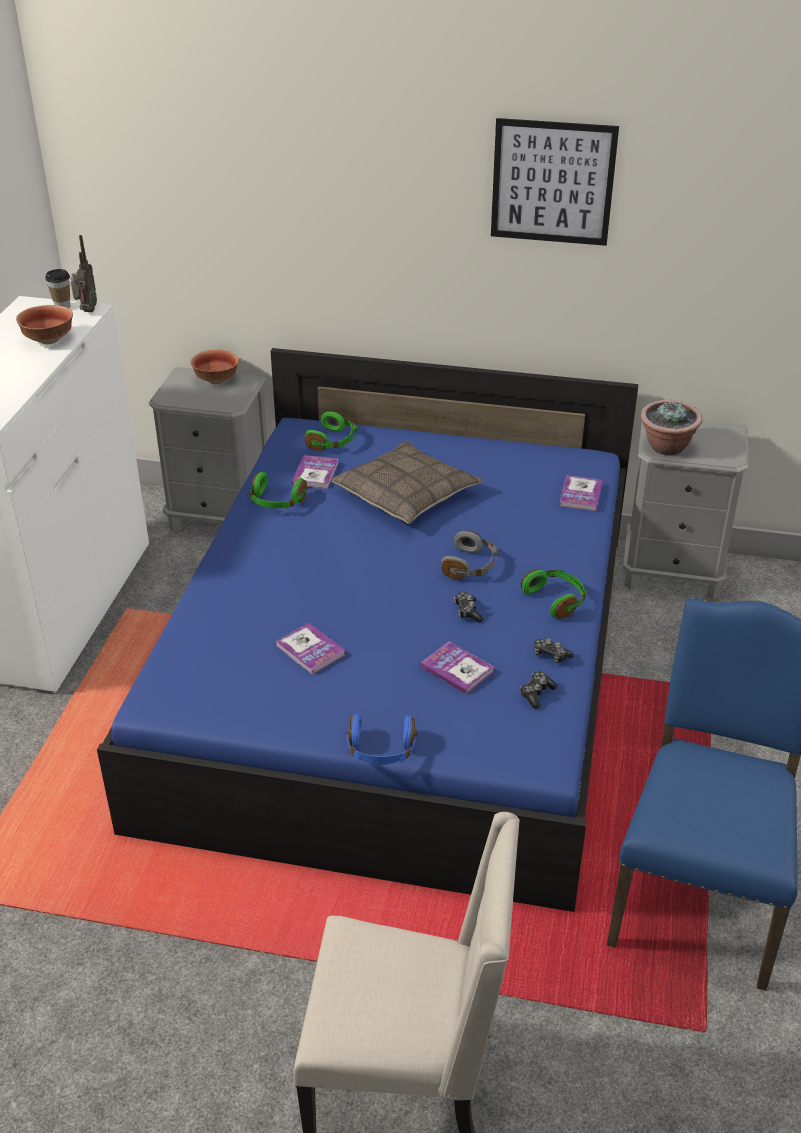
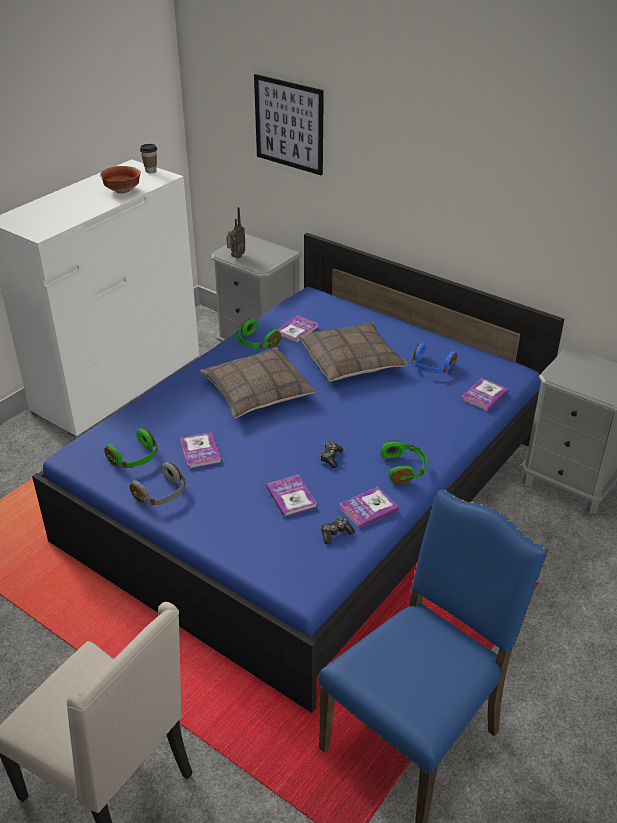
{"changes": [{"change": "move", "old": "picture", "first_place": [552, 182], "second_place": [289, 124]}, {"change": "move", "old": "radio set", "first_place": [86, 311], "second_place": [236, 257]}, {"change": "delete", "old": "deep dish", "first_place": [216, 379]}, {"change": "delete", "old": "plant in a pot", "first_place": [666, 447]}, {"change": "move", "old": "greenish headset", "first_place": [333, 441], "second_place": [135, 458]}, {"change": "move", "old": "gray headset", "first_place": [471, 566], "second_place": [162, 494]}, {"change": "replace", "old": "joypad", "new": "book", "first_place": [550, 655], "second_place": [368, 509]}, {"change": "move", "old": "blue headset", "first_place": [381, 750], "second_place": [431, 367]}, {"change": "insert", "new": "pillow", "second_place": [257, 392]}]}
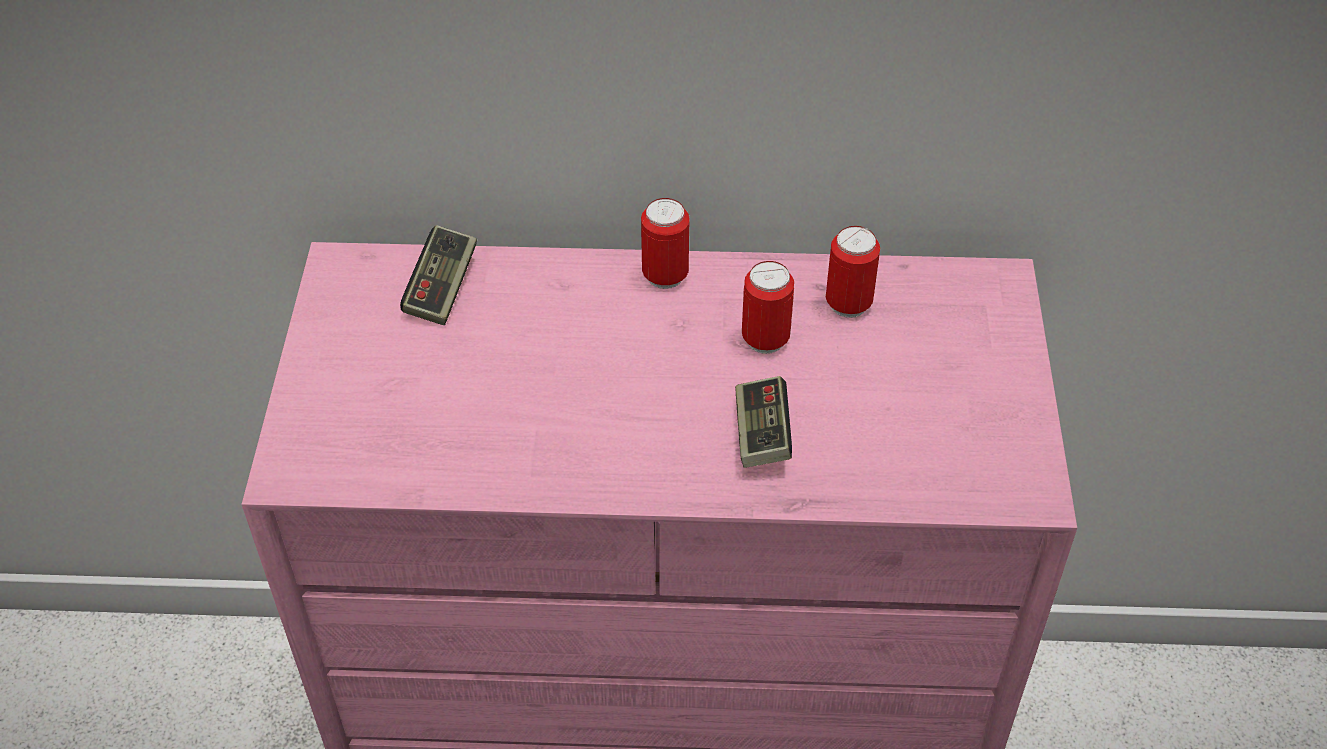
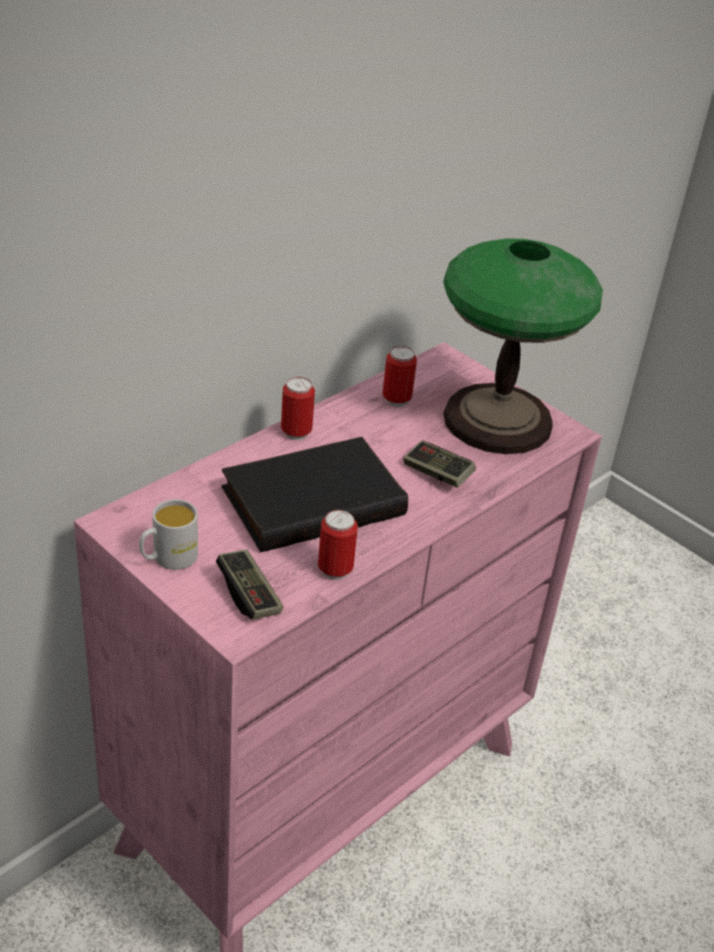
{"changes": [{"change": "move", "old": "joypad", "first_place": [442, 288], "second_place": [249, 594]}, {"change": "move", "old": "can", "first_place": [765, 339], "second_place": [335, 570]}, {"change": "insert", "new": "lamp for a table", "second_place": [496, 420]}, {"change": "insert", "new": "black-coloured book", "second_place": [312, 499]}, {"change": "insert", "new": "white coffee mug", "second_place": [168, 558]}]}
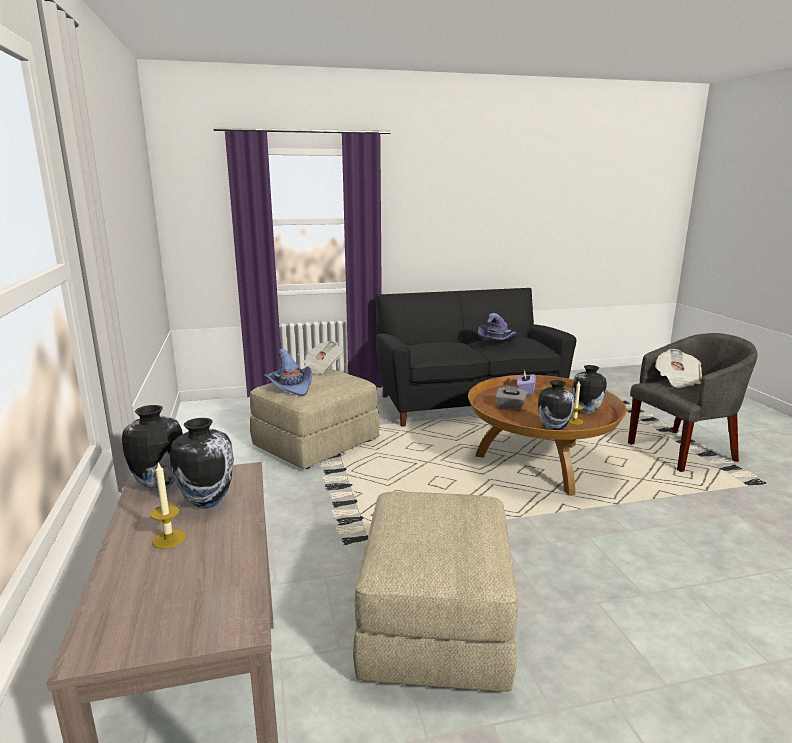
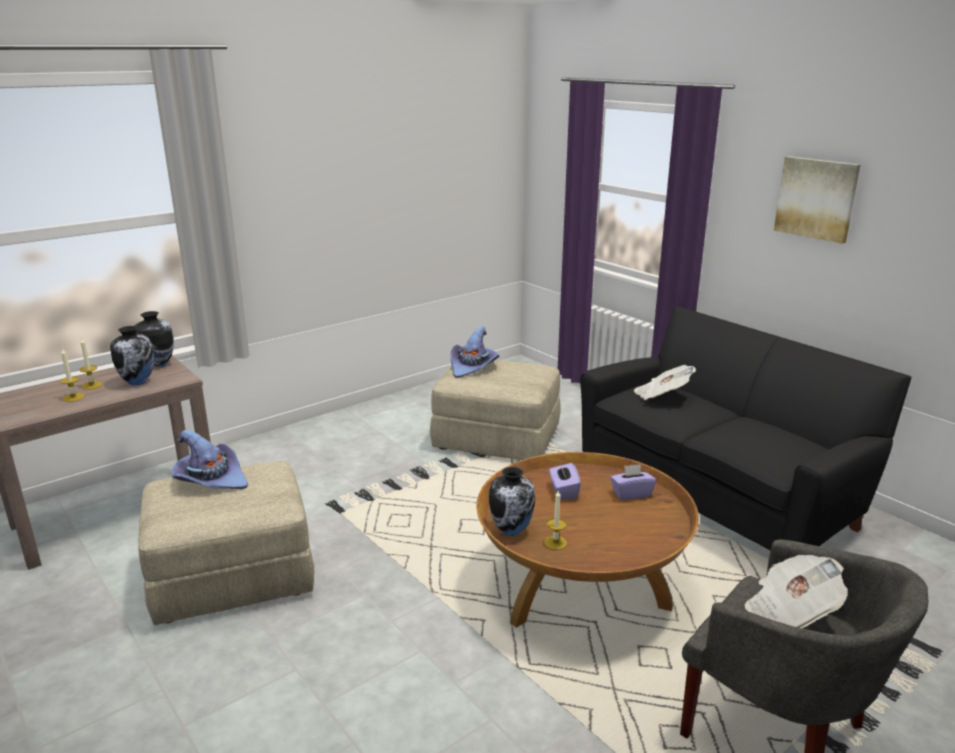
{"changes": [{"change": "move", "old": "purple-coloured wearable hat", "first_place": [498, 341], "second_place": [210, 479]}, {"change": "move", "old": "newspaper", "first_place": [320, 369], "second_place": [662, 396]}, {"change": "delete", "old": "flower vase", "first_place": [586, 411]}, {"change": "recolor", "old": "gray box of tissues", "new": "purple-coloured box of tissues", "first_place": [510, 406], "second_place": [563, 491]}, {"change": "insert", "new": "picture", "second_place": [816, 198]}, {"change": "insert", "new": "wax candle", "second_place": [73, 397]}]}
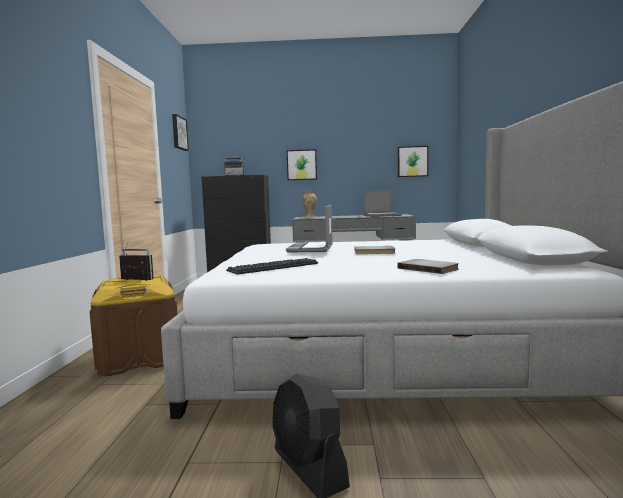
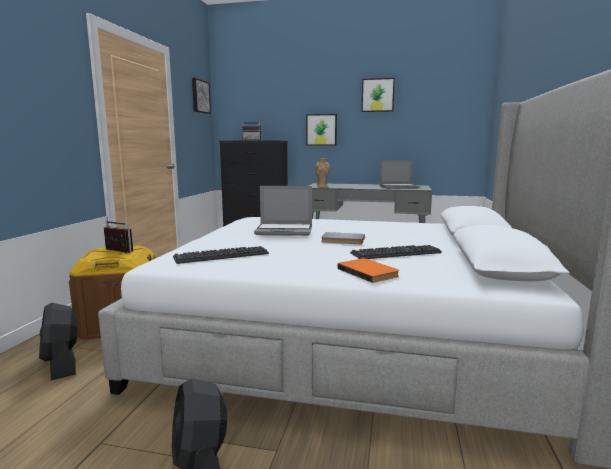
{"changes": [{"change": "move", "old": "picture", "first_place": [412, 161], "second_place": [378, 95]}, {"change": "rotate", "old": "notebook computer", "first_place": [311, 249], "second_place": [285, 231], "degrees": -105}, {"change": "recolor", "old": "gray book", "new": "orangey book", "first_place": [429, 268], "second_place": [369, 272]}, {"change": "insert", "new": "computer keyboard", "second_place": [395, 253]}, {"change": "insert", "new": "black-coloured electric fan", "second_place": [62, 364]}]}
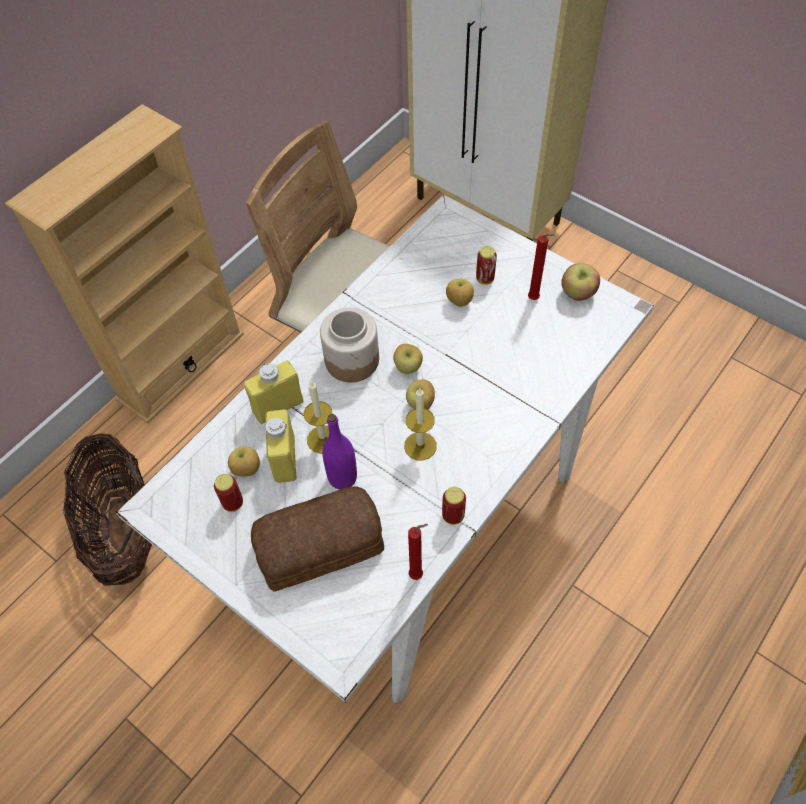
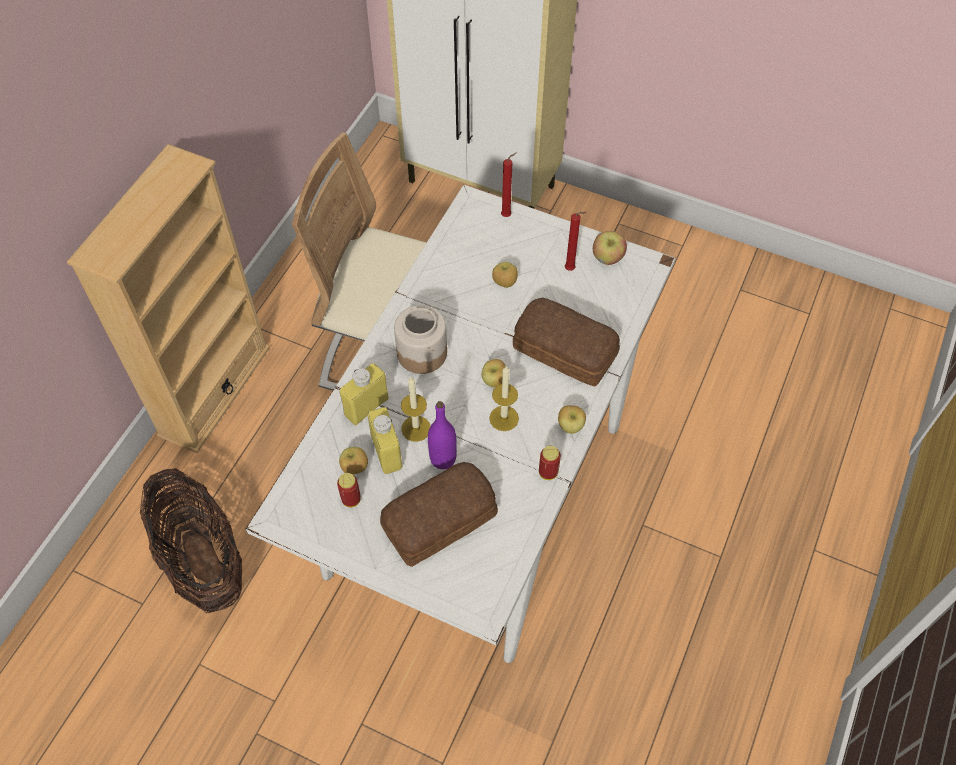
{"changes": [{"change": "delete", "old": "can", "first_place": [485, 279]}, {"change": "move", "old": "whole apple", "first_place": [408, 367], "second_place": [570, 426]}, {"change": "move", "old": "red wax candle", "first_place": [418, 574], "second_place": [507, 215]}, {"change": "insert", "new": "bakery bread", "second_place": [565, 352]}]}
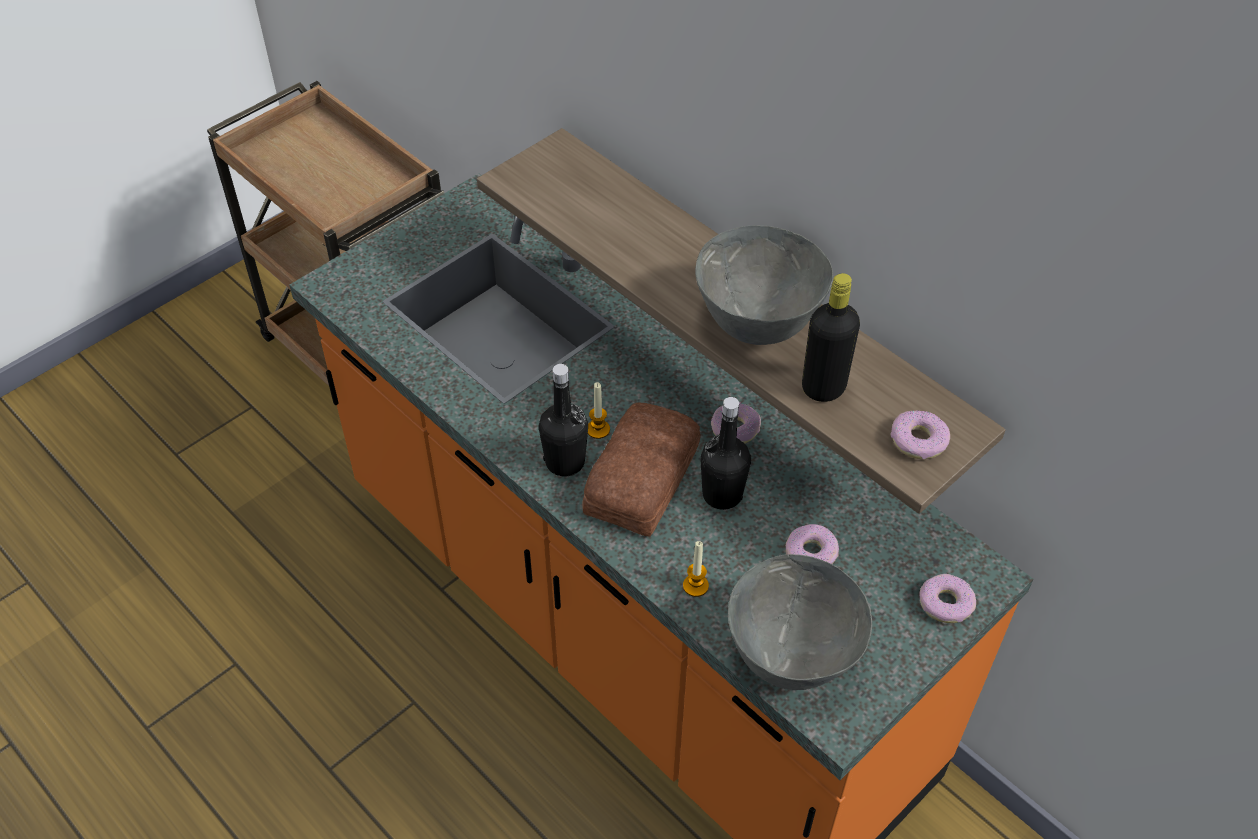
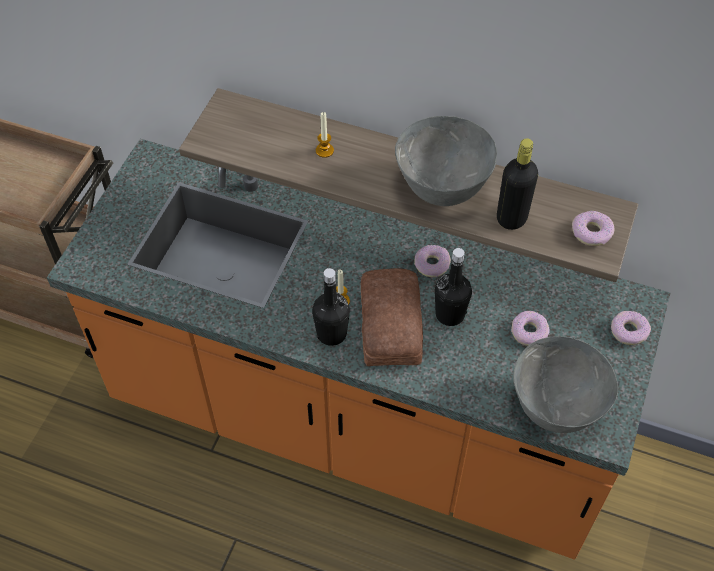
{"changes": [{"change": "move", "old": "wax candle", "first_place": [695, 586], "second_place": [324, 150]}]}
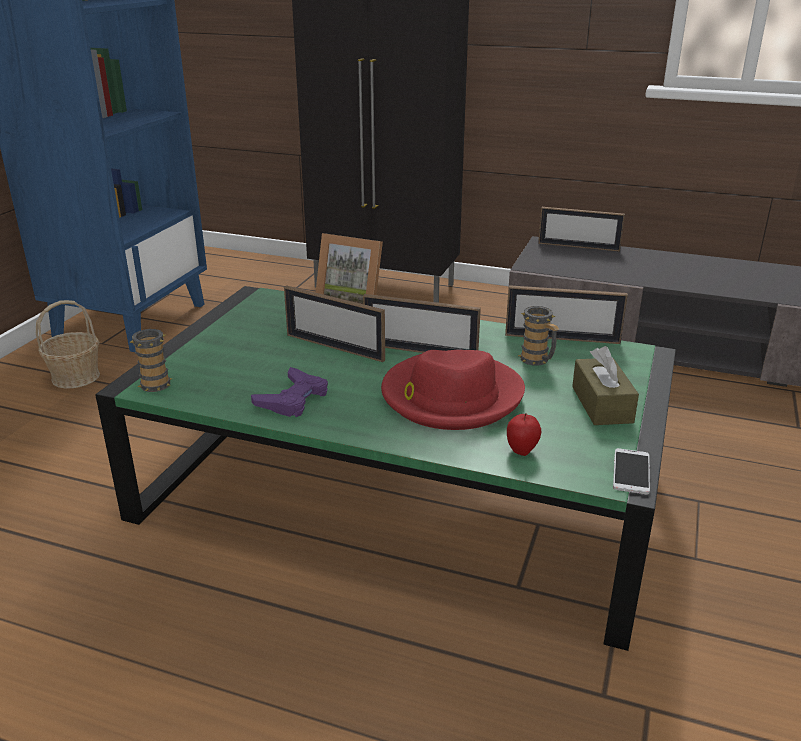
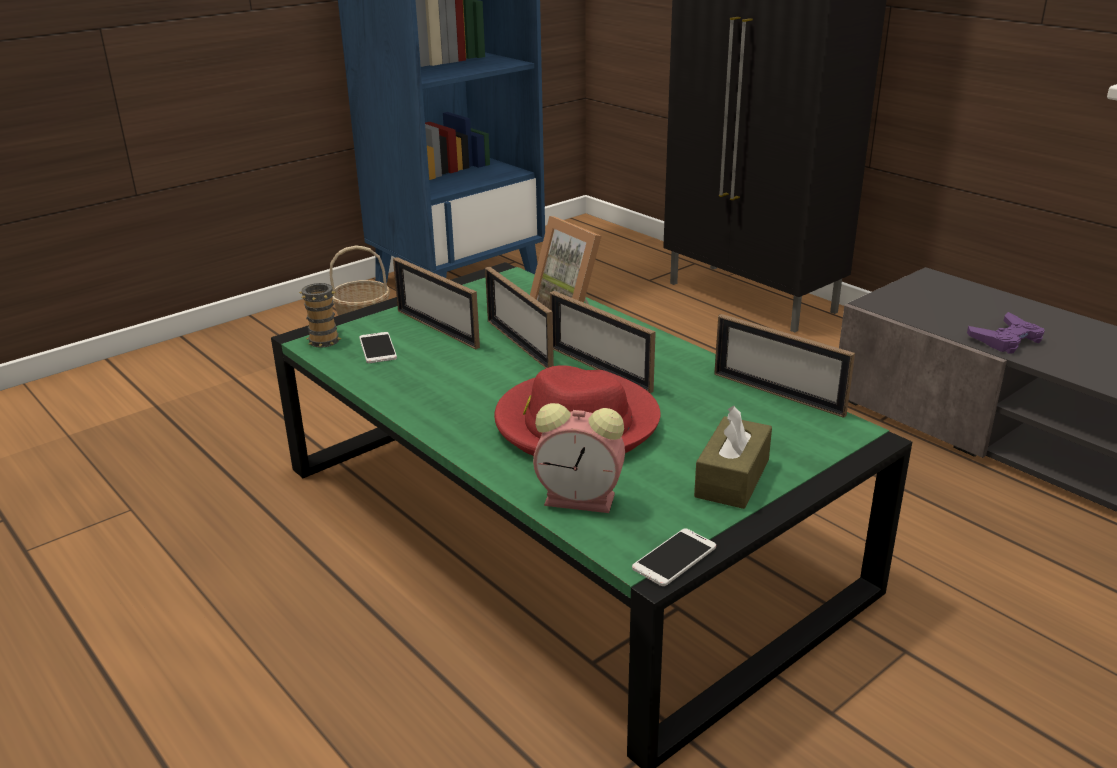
{"changes": [{"change": "move", "old": "standing frame", "first_place": [578, 246], "second_place": [437, 328]}, {"change": "delete", "old": "coffee mug", "first_place": [538, 361]}, {"change": "move", "old": "purple-coloured joypad", "first_place": [293, 399], "second_place": [1006, 339]}, {"change": "replace", "old": "whole apple", "new": "table clock", "first_place": [522, 450], "second_place": [582, 499]}, {"change": "insert", "new": "phone", "second_place": [377, 348]}]}
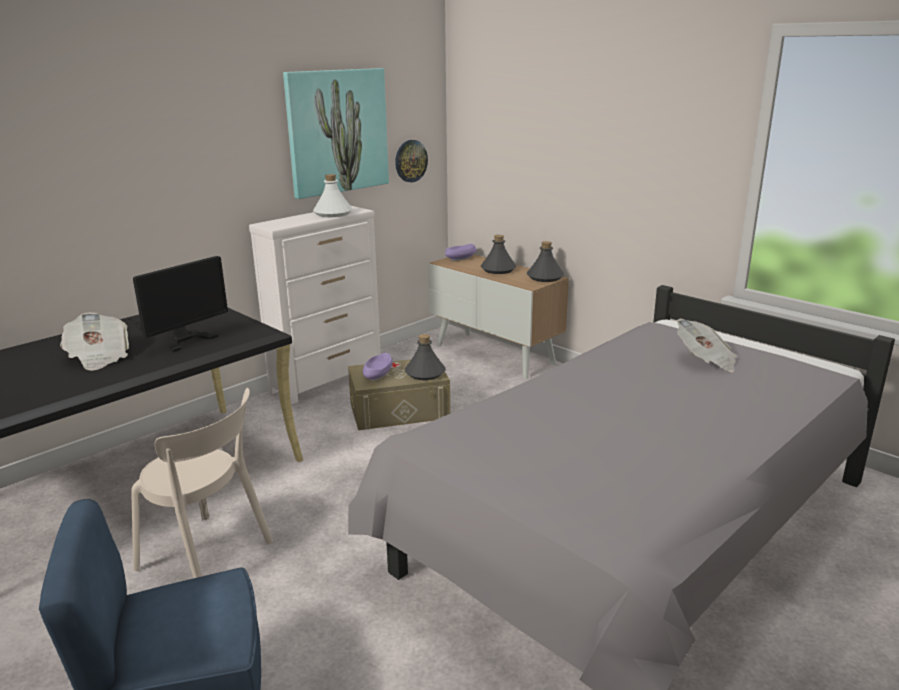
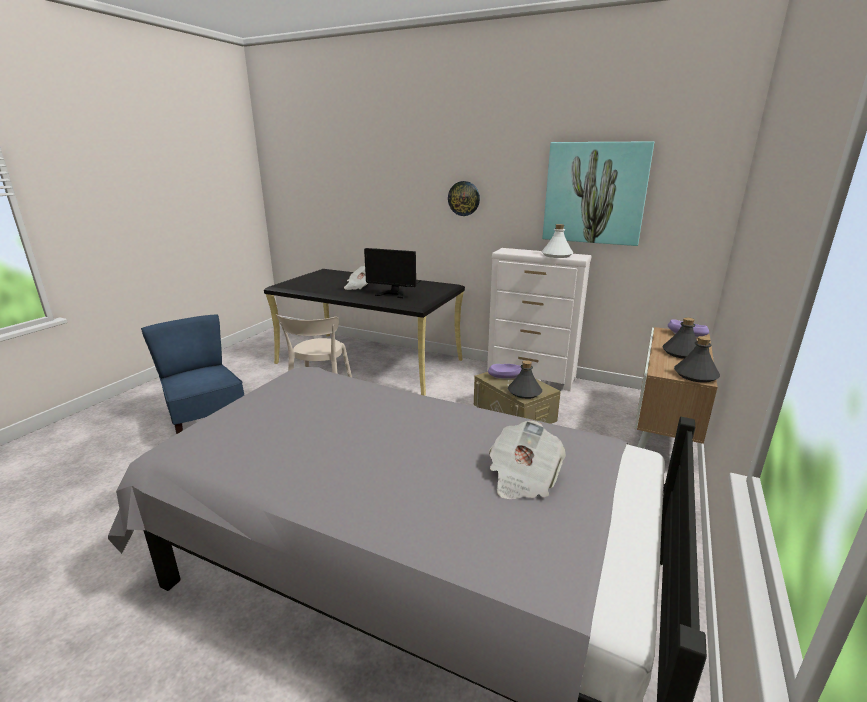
{"changes": [{"change": "move", "old": "clock on the wall", "first_place": [410, 161], "second_place": [464, 198]}]}
